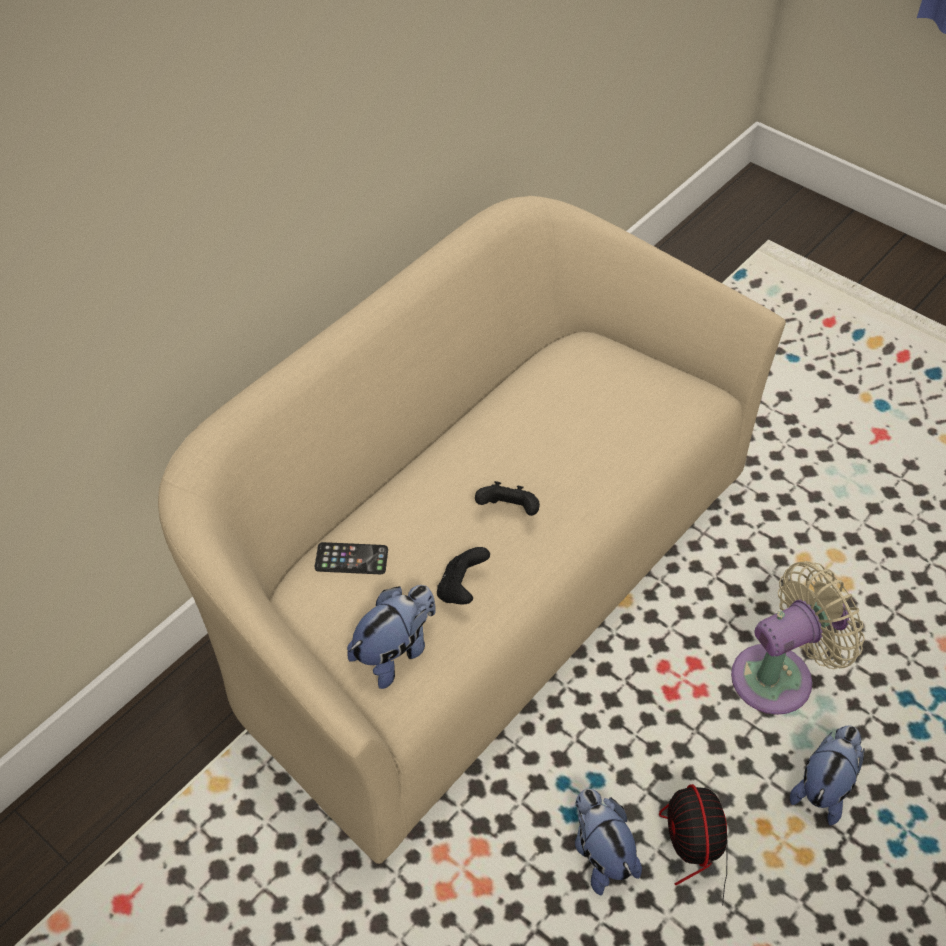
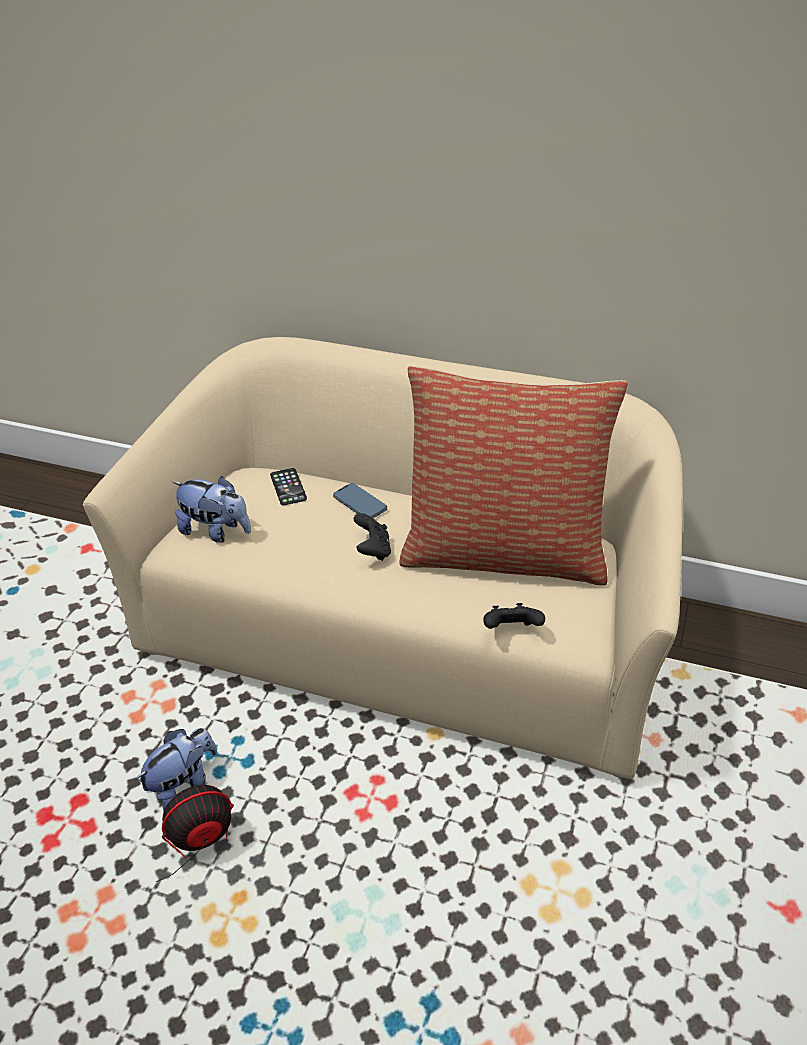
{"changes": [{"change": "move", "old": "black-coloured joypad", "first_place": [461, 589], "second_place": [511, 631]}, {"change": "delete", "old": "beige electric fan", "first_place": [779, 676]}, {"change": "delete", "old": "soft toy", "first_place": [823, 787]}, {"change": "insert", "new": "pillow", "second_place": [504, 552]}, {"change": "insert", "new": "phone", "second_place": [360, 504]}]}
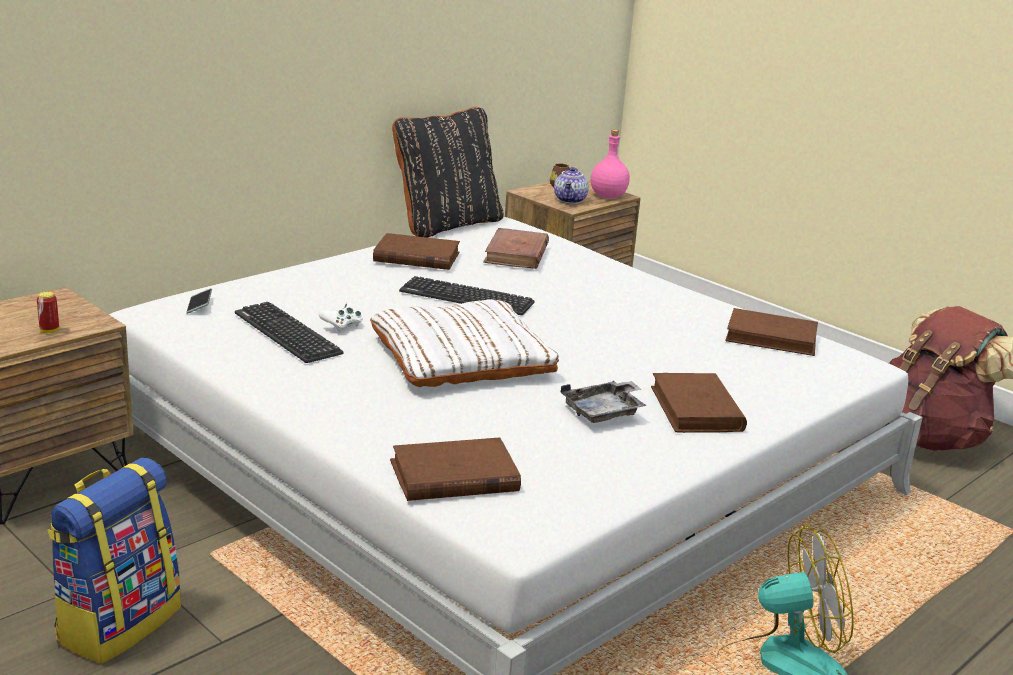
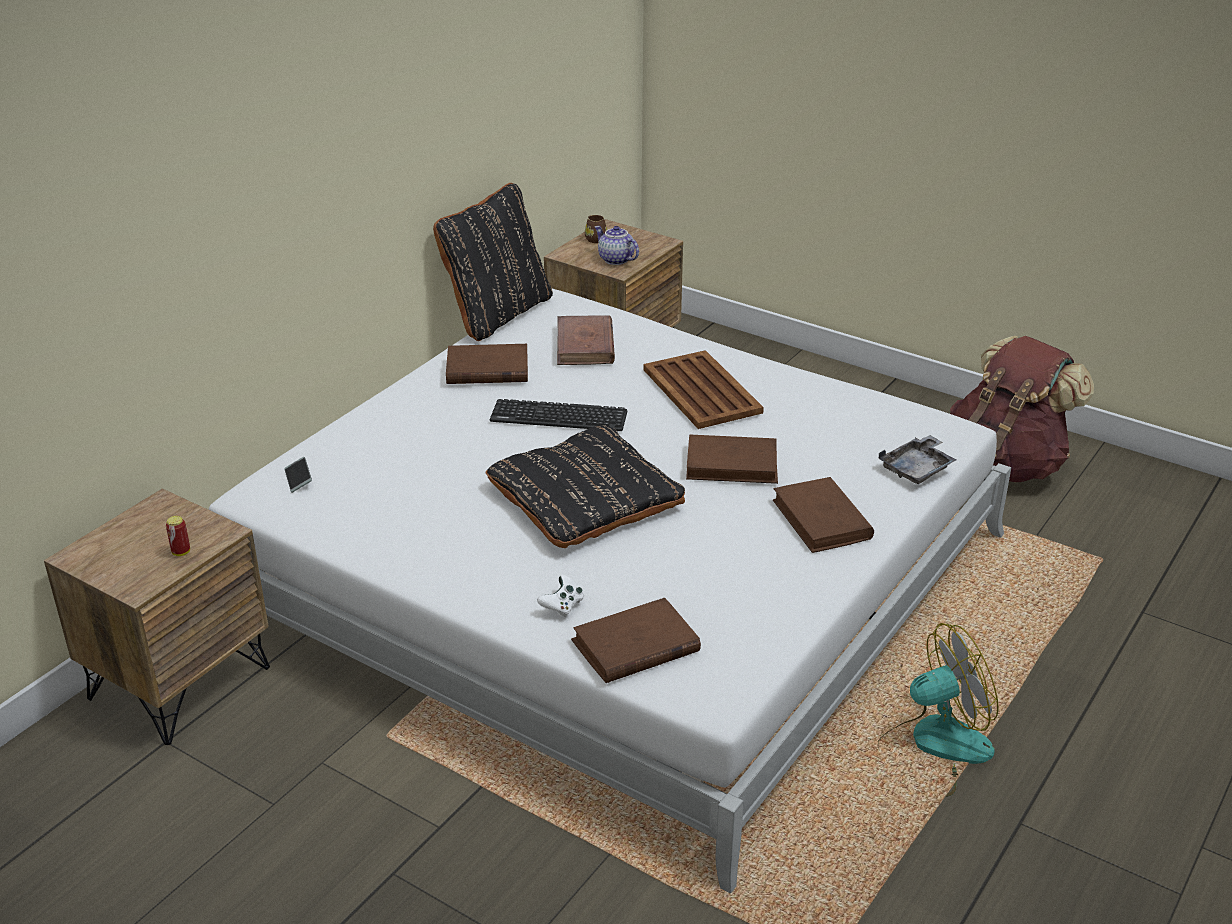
{"changes": [{"change": "delete", "old": "pinkish bottle", "first_place": [608, 196]}, {"change": "rotate", "old": "tea pot", "first_place": [571, 200], "second_place": [615, 260], "degrees": 135}, {"change": "recolor", "old": "white pillow", "new": "black-coloured pillow", "first_place": [461, 356], "second_place": [585, 497]}, {"change": "delete", "old": "computer keyboard", "first_place": [287, 333]}, {"change": "move", "old": "white joypad", "first_place": [342, 326], "second_place": [562, 606]}, {"change": "move", "old": "brownish book", "first_place": [772, 337], "second_place": [732, 464]}, {"change": "move", "old": "gray carrying tray", "first_place": [604, 412], "second_place": [917, 469]}, {"change": "delete", "old": "knapsack", "first_place": [118, 623]}, {"change": "insert", "new": "brownish carrying tray", "second_place": [702, 391]}]}
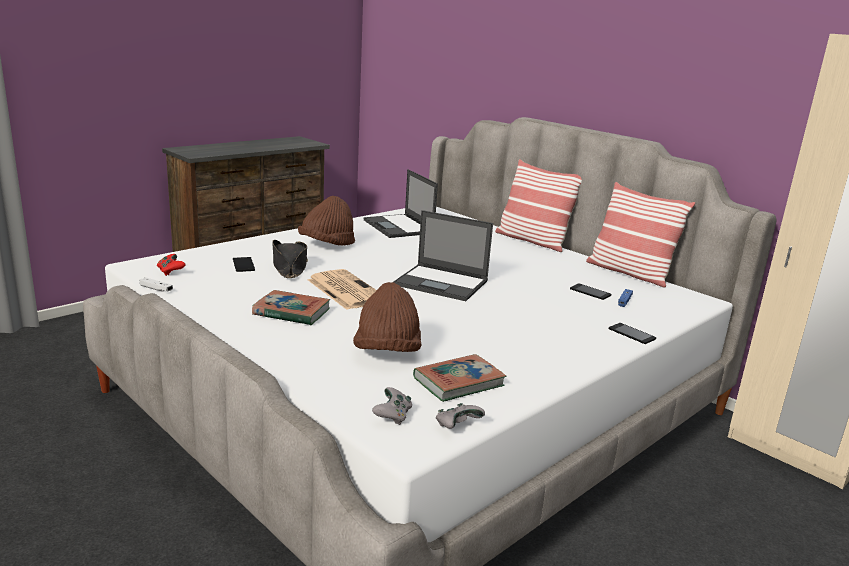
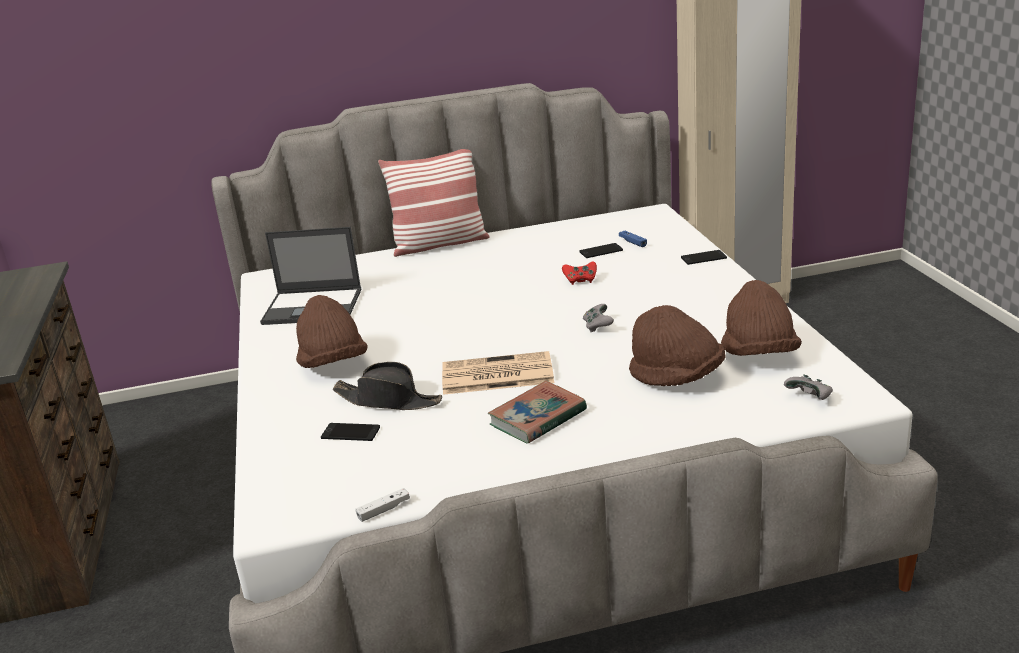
{"changes": [{"change": "delete", "old": "pillow", "first_place": [629, 272]}, {"change": "delete", "old": "notebook computer", "first_place": [442, 283]}, {"change": "move", "old": "red joypad", "first_place": [170, 271], "second_place": [580, 280]}, {"change": "replace", "old": "book", "new": "brownish wearable hat", "first_place": [458, 382], "second_place": [759, 354]}, {"change": "move", "old": "gray joypad", "first_place": [457, 426], "second_place": [598, 326]}]}
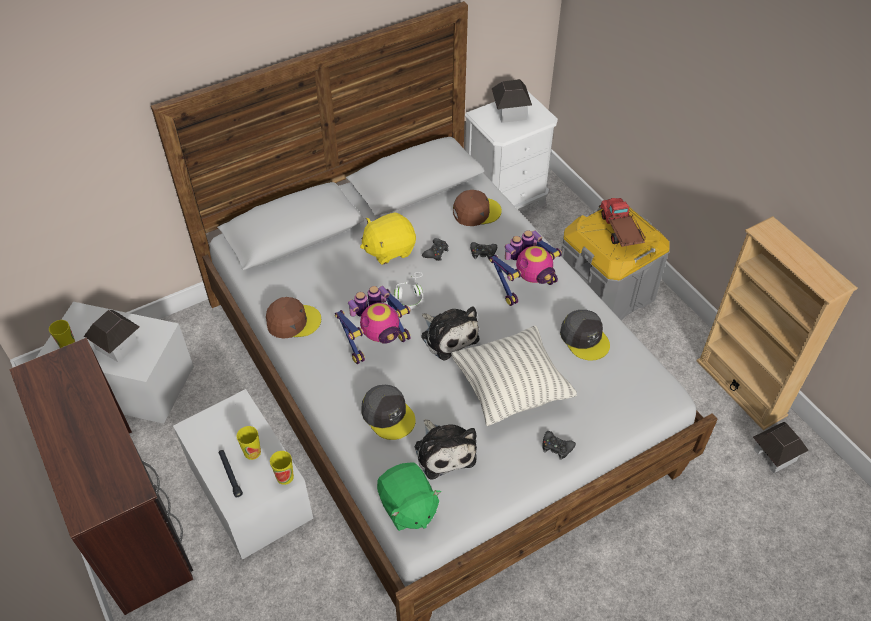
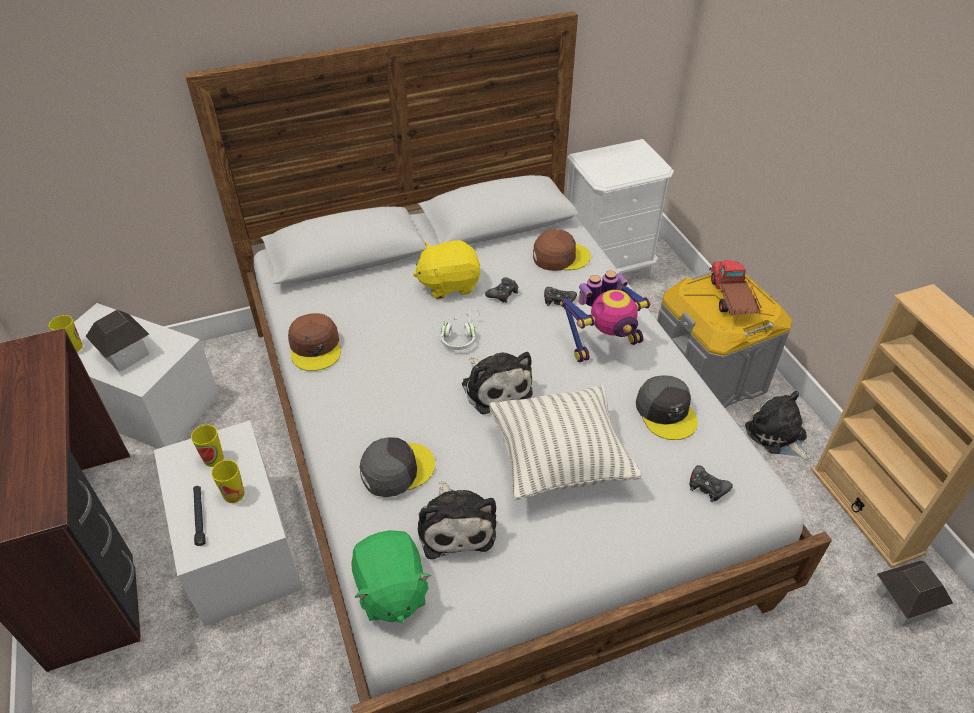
{"changes": [{"change": "delete", "old": "toy house", "first_place": [510, 113]}, {"change": "delete", "old": "toy robot", "first_place": [377, 343]}, {"change": "rotate", "old": "brownish peaked cap", "first_place": [293, 321], "second_place": [315, 347], "degrees": 75}, {"change": "rotate", "old": "gray peaked cap", "first_place": [388, 415], "second_place": [396, 469], "degrees": -90}, {"change": "move", "old": "black-coloured joypad", "first_place": [556, 447], "second_place": [707, 487]}, {"change": "move", "old": "drinking cup", "first_place": [285, 477], "second_place": [213, 458]}, {"change": "insert", "new": "soft toy", "second_place": [777, 435]}]}
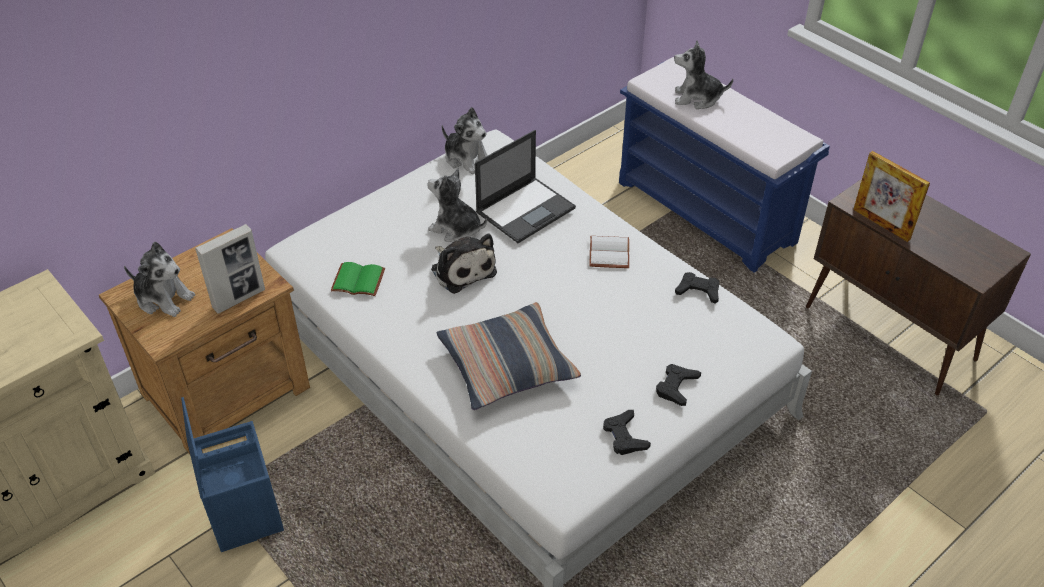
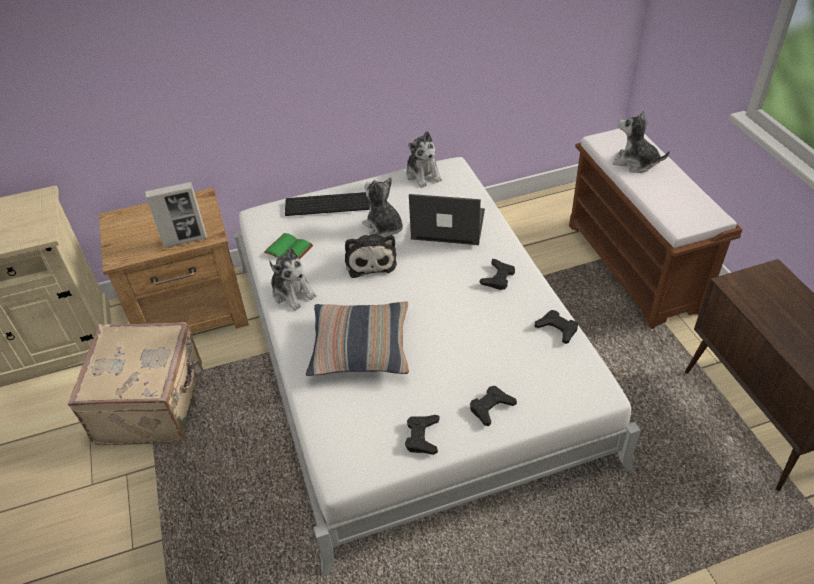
{"changes": [{"change": "recolor", "old": "blue long seat", "new": "brownish long seat", "first_place": [707, 212], "second_place": [634, 267]}, {"change": "rotate", "old": "notebook computer", "first_place": [526, 209], "second_place": [447, 225], "degrees": -150}, {"change": "delete", "old": "standing frame", "first_place": [881, 224]}, {"change": "replace", "old": "white book", "new": "black-coloured joypad", "first_place": [610, 253], "second_place": [498, 278]}, {"change": "move", "old": "soft toy", "first_place": [164, 298], "second_place": [292, 293]}, {"change": "replace", "old": "blue storage container", "new": "beige suitcase", "first_place": [243, 512], "second_place": [153, 404]}, {"change": "insert", "new": "computer keyboard", "second_place": [329, 203]}]}
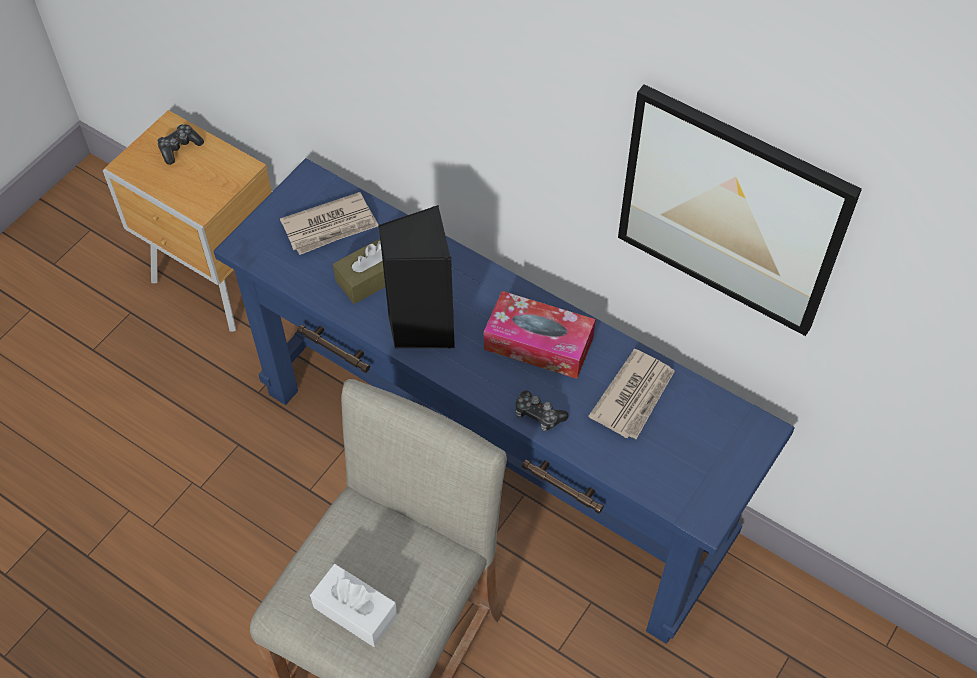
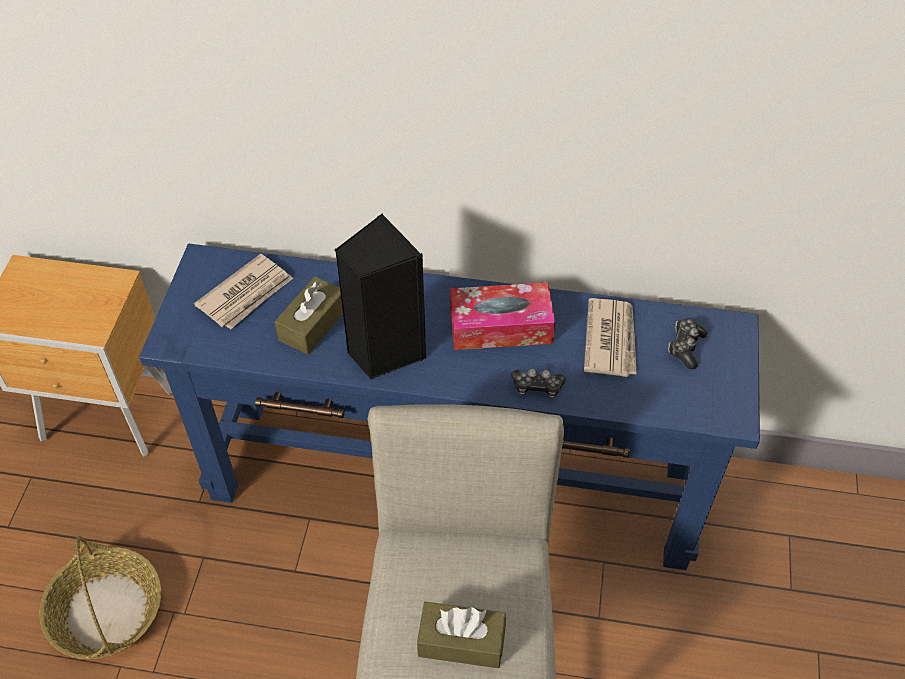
{"changes": [{"change": "delete", "old": "picture", "first_place": [731, 211]}, {"change": "move", "old": "joypad", "first_place": [179, 148], "second_place": [685, 347]}, {"change": "recolor", "old": "white box of tissues", "new": "brownish box of tissues", "first_place": [355, 611], "second_place": [461, 642]}, {"change": "insert", "new": "storage basket", "second_place": [106, 611]}]}
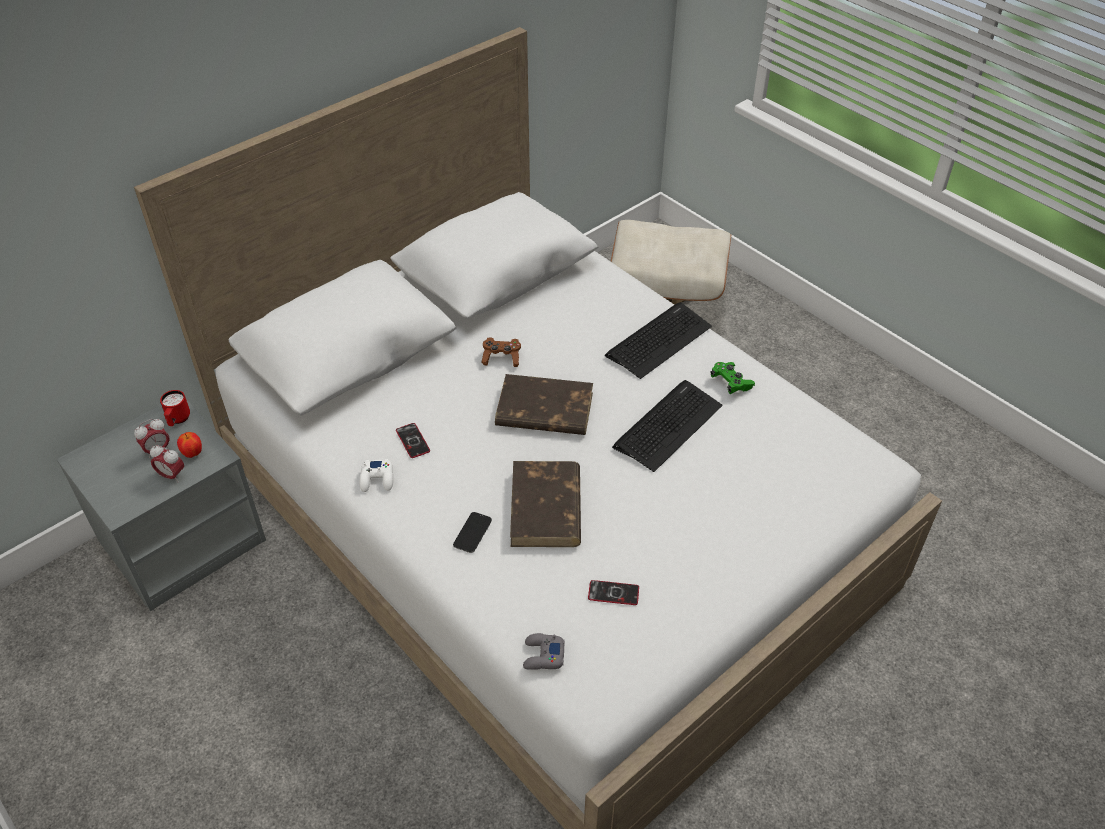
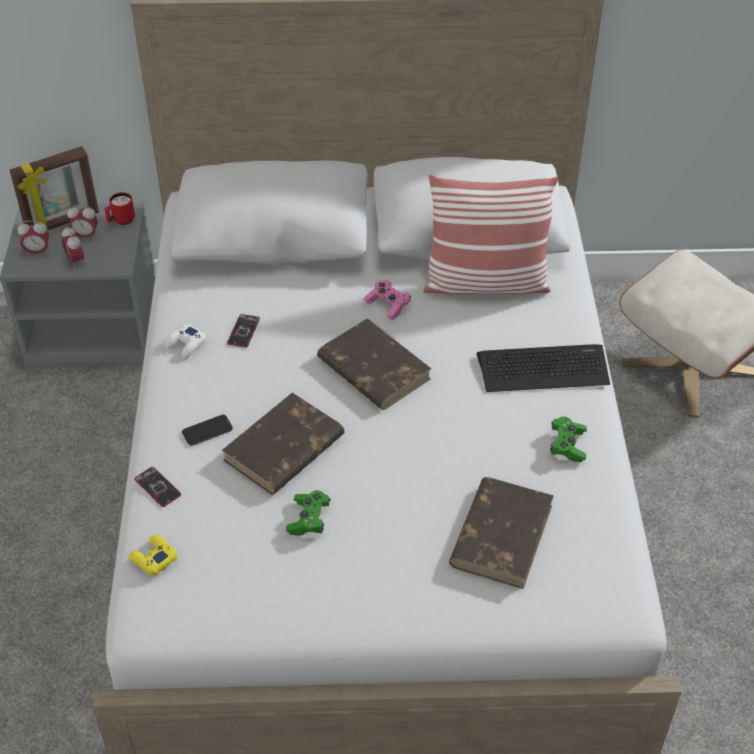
{"changes": [{"change": "recolor", "old": "brownish joypad", "new": "pinkish joypad", "first_place": [501, 358], "second_place": [388, 305]}, {"change": "delete", "old": "computer keyboard", "first_place": [668, 426]}, {"change": "delete", "old": "whole apple", "first_place": [193, 453]}, {"change": "move", "old": "phone", "first_place": [613, 593], "second_place": [157, 487]}, {"change": "recolor", "old": "gray joypad", "new": "yellowish joypad", "first_place": [543, 656], "second_place": [153, 558]}, {"change": "insert", "new": "standing frame", "second_place": [63, 222]}, {"change": "insert", "new": "pillow", "second_place": [485, 283]}, {"change": "insert", "new": "table clock", "second_place": [37, 252]}, {"change": "insert", "new": "brownish book", "second_place": [501, 534]}, {"change": "insert", "new": "greenish joypad", "second_place": [308, 519]}]}
